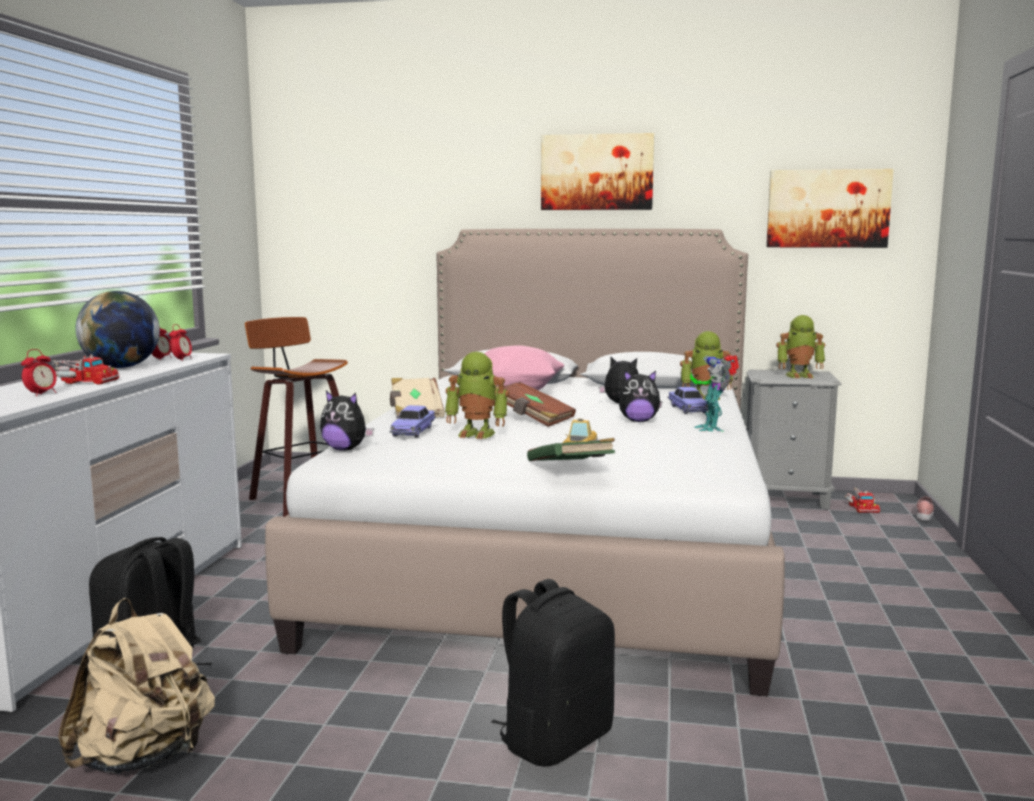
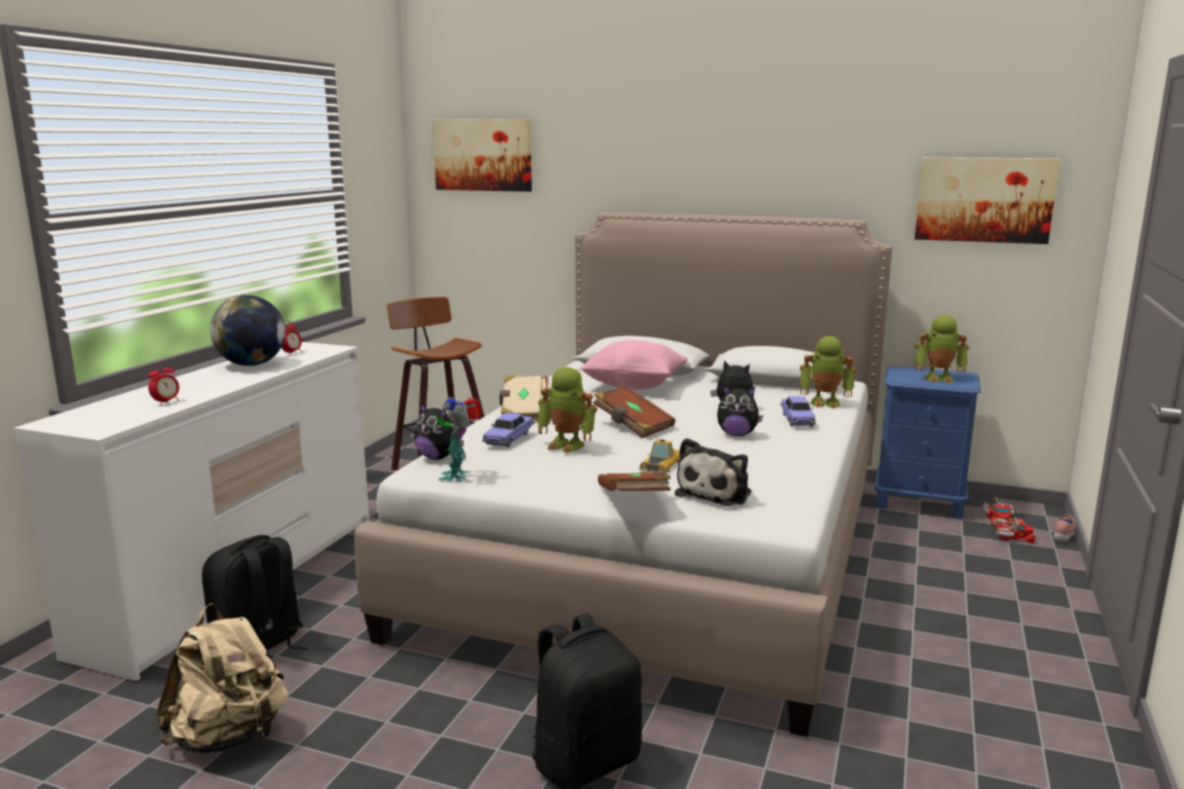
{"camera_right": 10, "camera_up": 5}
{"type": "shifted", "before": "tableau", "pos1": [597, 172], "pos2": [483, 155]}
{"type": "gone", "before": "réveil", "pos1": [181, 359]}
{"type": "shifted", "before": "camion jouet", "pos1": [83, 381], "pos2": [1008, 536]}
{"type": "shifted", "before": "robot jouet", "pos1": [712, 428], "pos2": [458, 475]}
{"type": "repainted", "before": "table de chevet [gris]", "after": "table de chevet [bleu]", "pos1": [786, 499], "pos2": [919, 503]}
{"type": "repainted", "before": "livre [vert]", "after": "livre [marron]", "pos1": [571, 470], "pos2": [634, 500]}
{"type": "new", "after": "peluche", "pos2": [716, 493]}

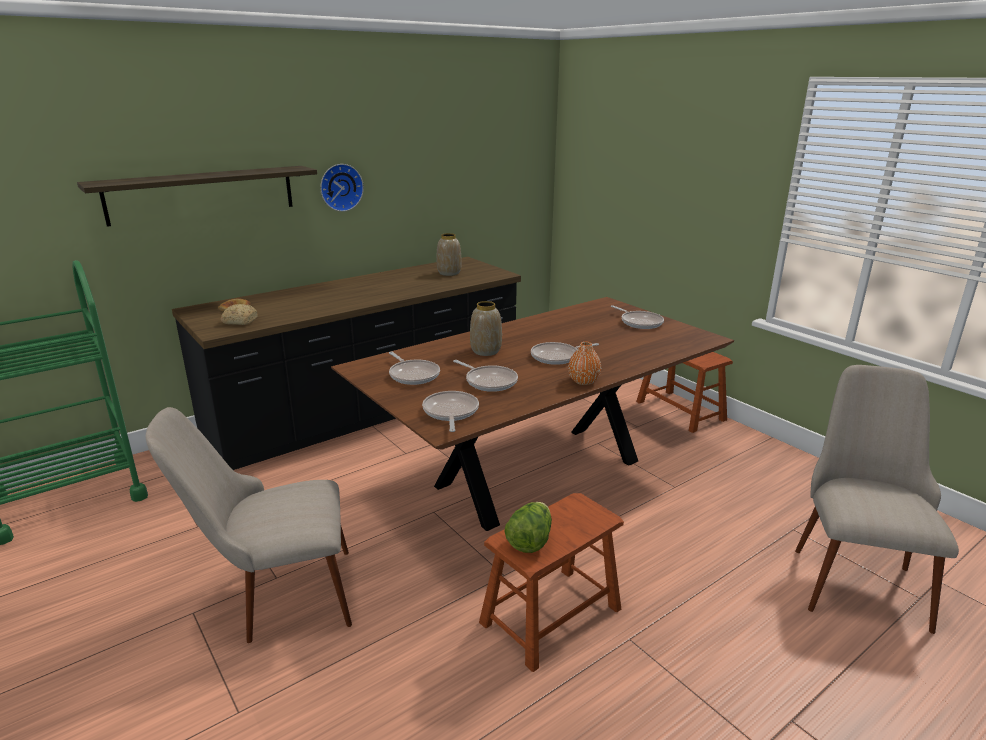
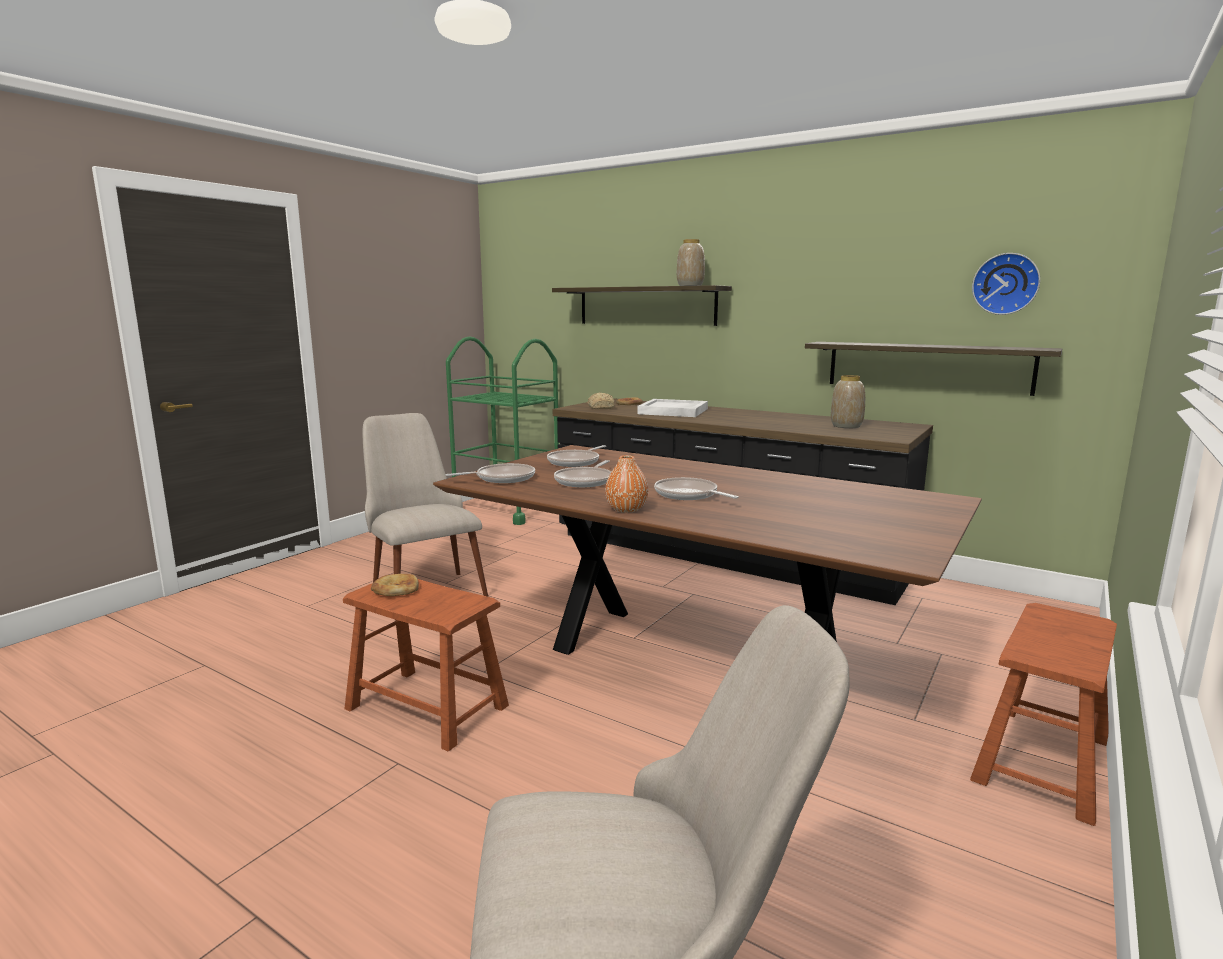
{"camera_right": 70, "camera_up": -10}
{"type": "shifted", "before": "horloge murale", "pos1": [340, 187], "pos2": [1005, 284]}
{"type": "shifted", "before": "vase", "pos1": [486, 351], "pos2": [690, 285]}
{"type": "gone", "before": "poêle", "pos1": [639, 322]}
{"type": "swapped", "before": "laitue", "after": "pain", "pos1": [530, 541], "pos2": [395, 589]}
{"type": "new", "after": "étagère", "pos2": [927, 367]}
{"type": "new", "after": "plateau [blanc]", "pos2": [673, 411]}

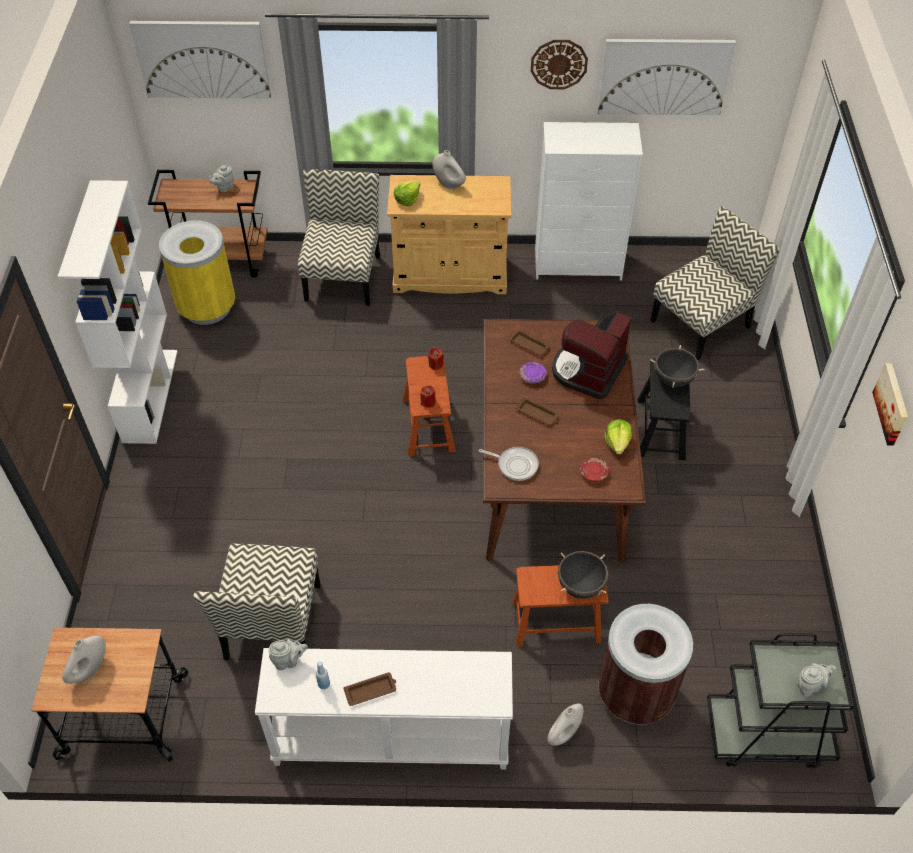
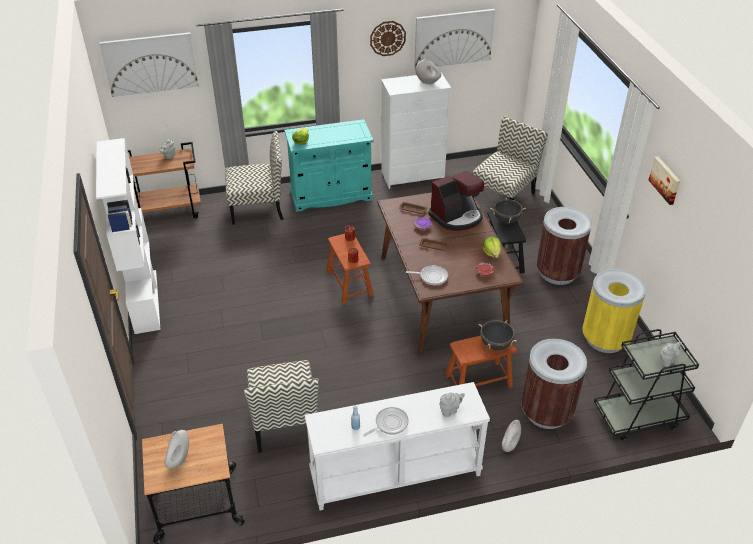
{"camera_right": -15, "camera_up": -10}
{"type": "shifted", "before": "vase [blanc]", "pos1": [449, 184], "pos2": [427, 82]}
{"type": "rotated", "before": "chaise", "pos1": [343, 276], "pos2": [258, 208], "turn": 90}
{"type": "repainted", "before": "meuble de rangement [beige]", "after": "meuble de rangement [turquoise]", "pos1": [450, 275], "pos2": [331, 195]}
{"type": "shifted", "before": "poubelle [jaune]", "pos1": [206, 307], "pos2": [605, 339]}
{"type": "rotated", "before": "machine à café", "pos1": [588, 370], "pos2": [457, 217], "turn": -135}
{"type": "shifted", "before": "théière [gris]", "pos1": [288, 661], "pos2": [450, 410]}
{"type": "swapped", "before": "plateau [marron]", "after": "poêle", "pos1": [371, 690], "pos2": [389, 423]}
{"type": "new", "after": "poubelle [marron]", "pos2": [557, 273]}

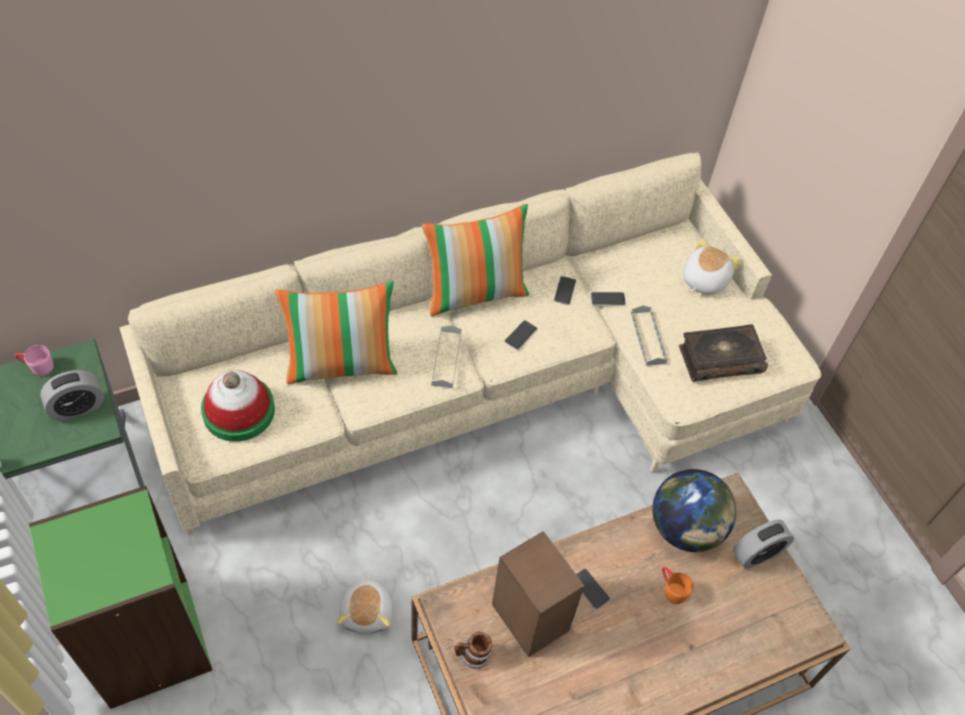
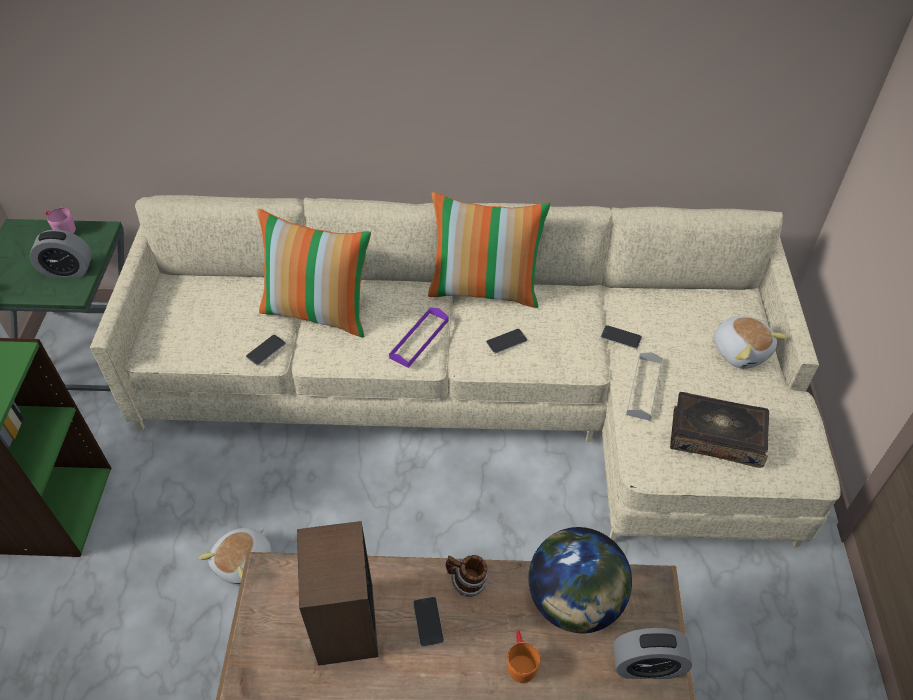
{"camera_right": 30, "camera_up": -5}
{"type": "rotated", "before": "peluche", "pos1": [703, 280], "pos2": [740, 351], "turn": 90}
{"type": "shifted", "before": "téléphone", "pos1": [565, 290], "pos2": [266, 350]}
{"type": "repainted", "before": "plateau [gris]", "after": "plateau [violet]", "pos1": [446, 359], "pos2": [419, 339]}
{"type": "gone", "before": "chapeau", "pos1": [239, 411]}
{"type": "shifted", "before": "mug", "pos1": [472, 656], "pos2": [466, 583]}

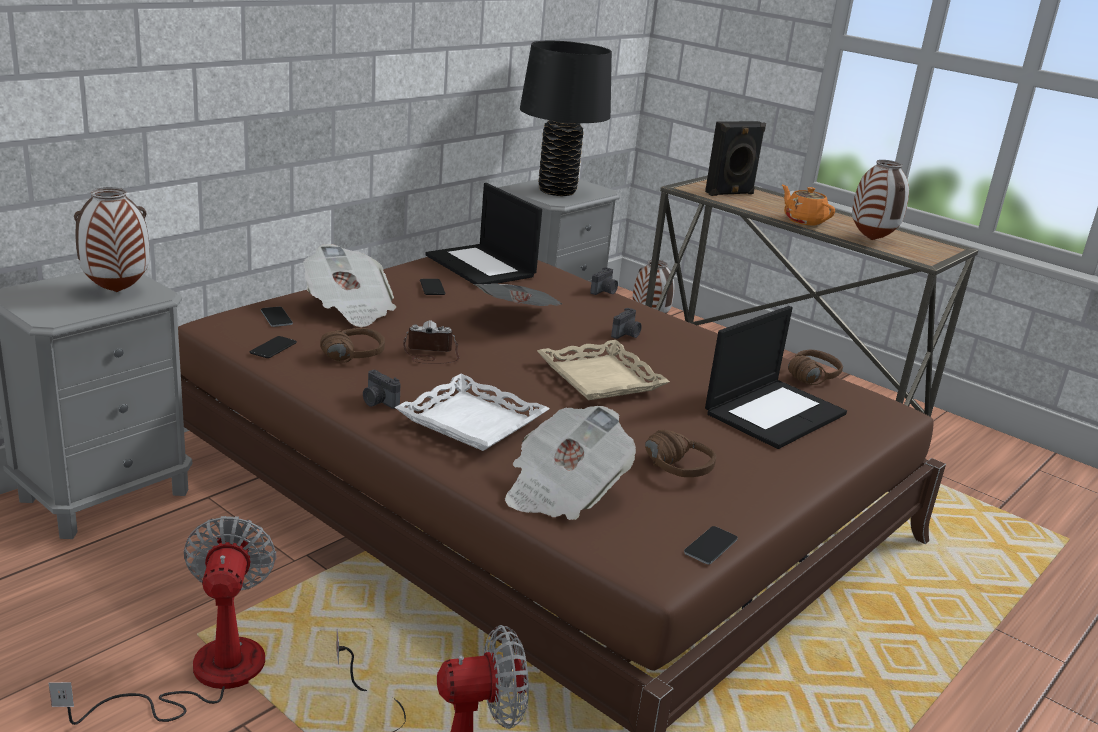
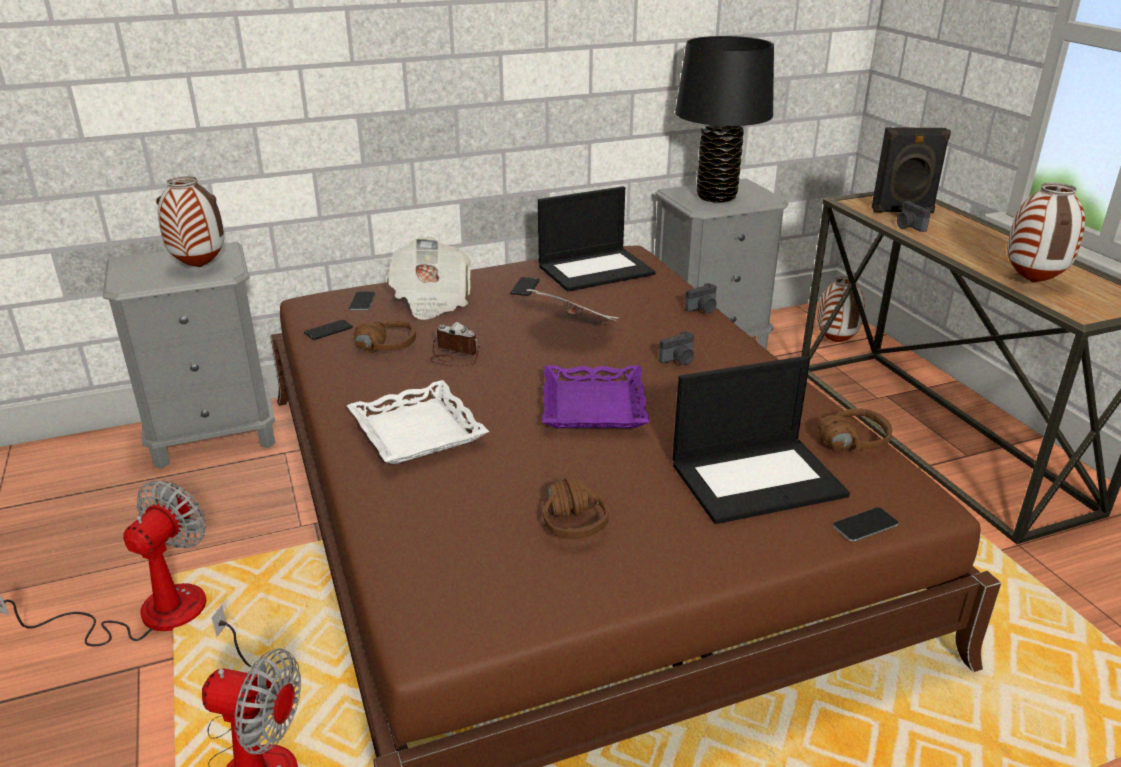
{"camera_right": 30, "camera_up": 5}
{"type": "rotated", "before": "ordinateur portable", "pos1": [482, 266], "pos2": [596, 269], "turn": -105}
{"type": "gone", "before": "théière [orange]", "pos1": [803, 221]}
{"type": "repainted", "before": "plateau [beige]", "after": "plateau [violet]", "pos1": [601, 378], "pos2": [594, 405]}
{"type": "shifted", "before": "appareil photo", "pos1": [378, 402], "pos2": [909, 227]}
{"type": "gone", "before": "journal", "pos1": [563, 491]}
{"type": "shifted", "before": "téléphone", "pos1": [710, 546], "pos2": [865, 525]}

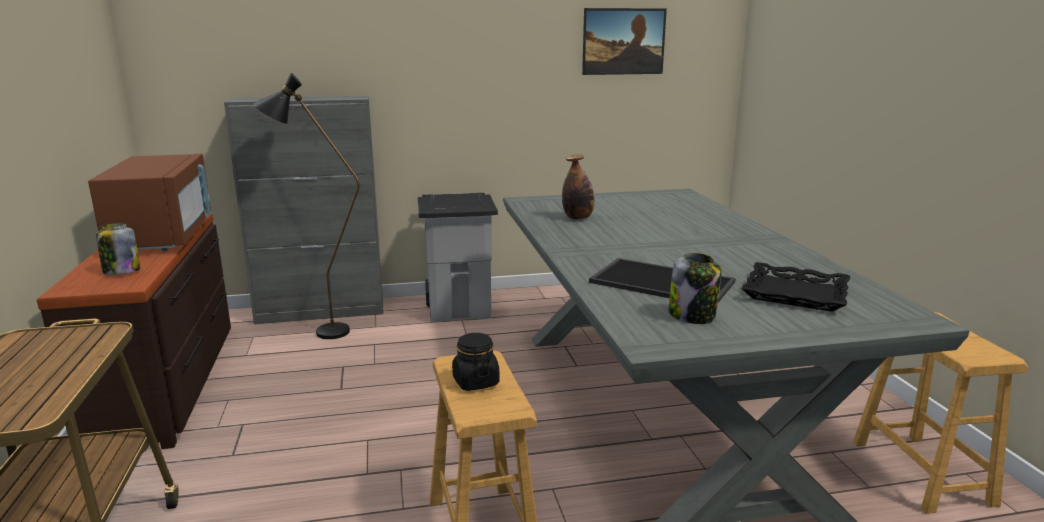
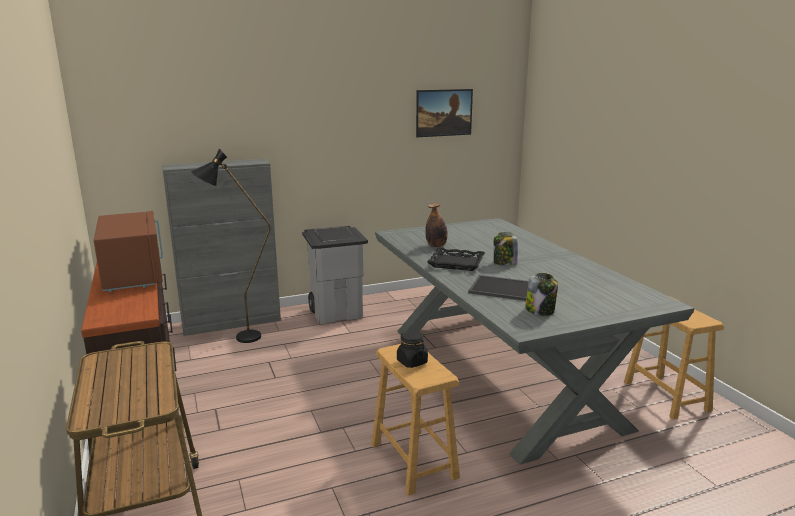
{"camera_right": -10, "camera_up": 0}
{"type": "shifted", "before": "bocal", "pos1": [121, 271], "pos2": [504, 263]}
{"type": "shifted", "before": "plateau [noir]", "pos1": [795, 293], "pos2": [456, 263]}

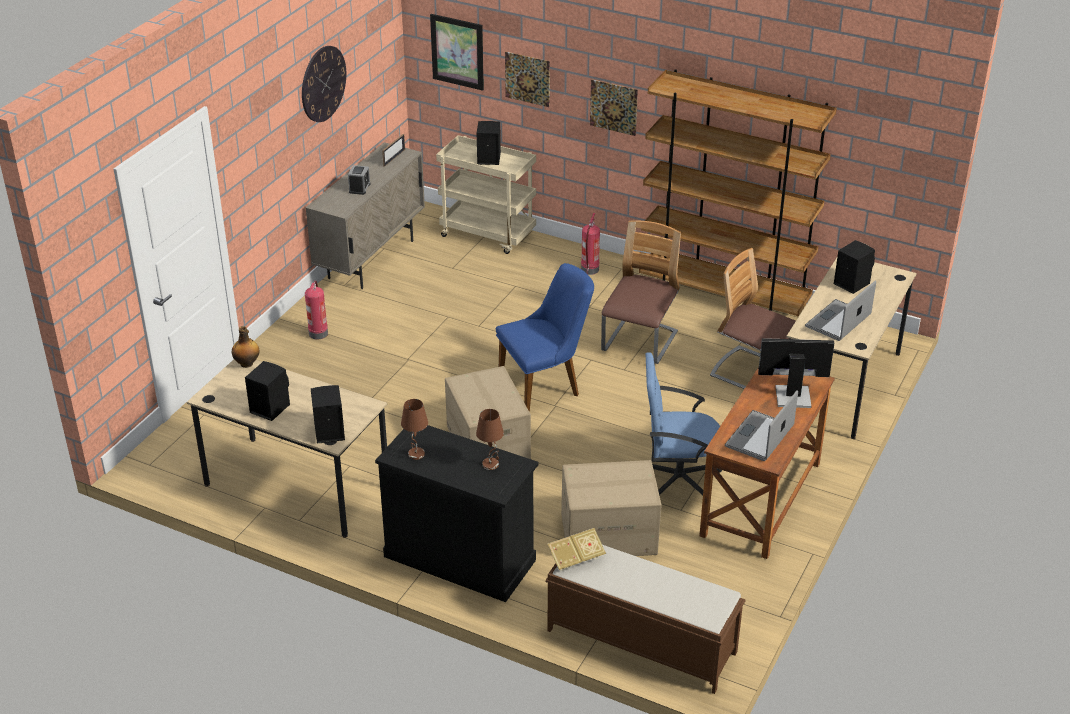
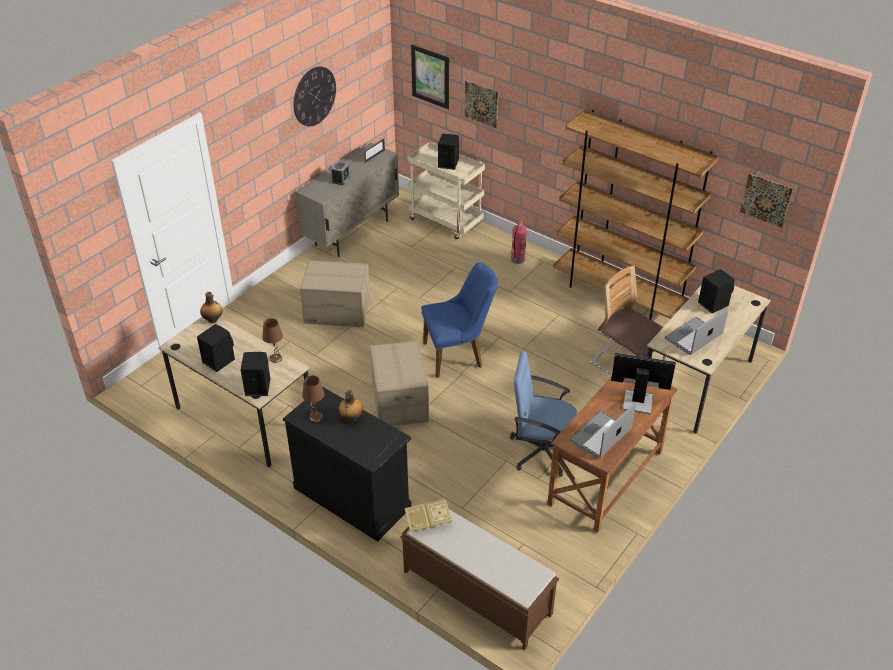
{"camera_right": 10, "camera_up": 5}
{"type": "shifted", "before": "tableau", "pos1": [613, 107], "pos2": [766, 200]}
{"type": "gone", "before": "chaise", "pos1": [639, 343]}
{"type": "gone", "before": "extincteur", "pos1": [318, 333]}
{"type": "shifted", "before": "lampe de table [marron]", "pos1": [491, 464], "pos2": [276, 358]}
{"type": "shifted", "before": "carton", "pos1": [609, 533], "pos2": [337, 310]}
{"type": "new", "after": "bouteille", "pos2": [351, 418]}

